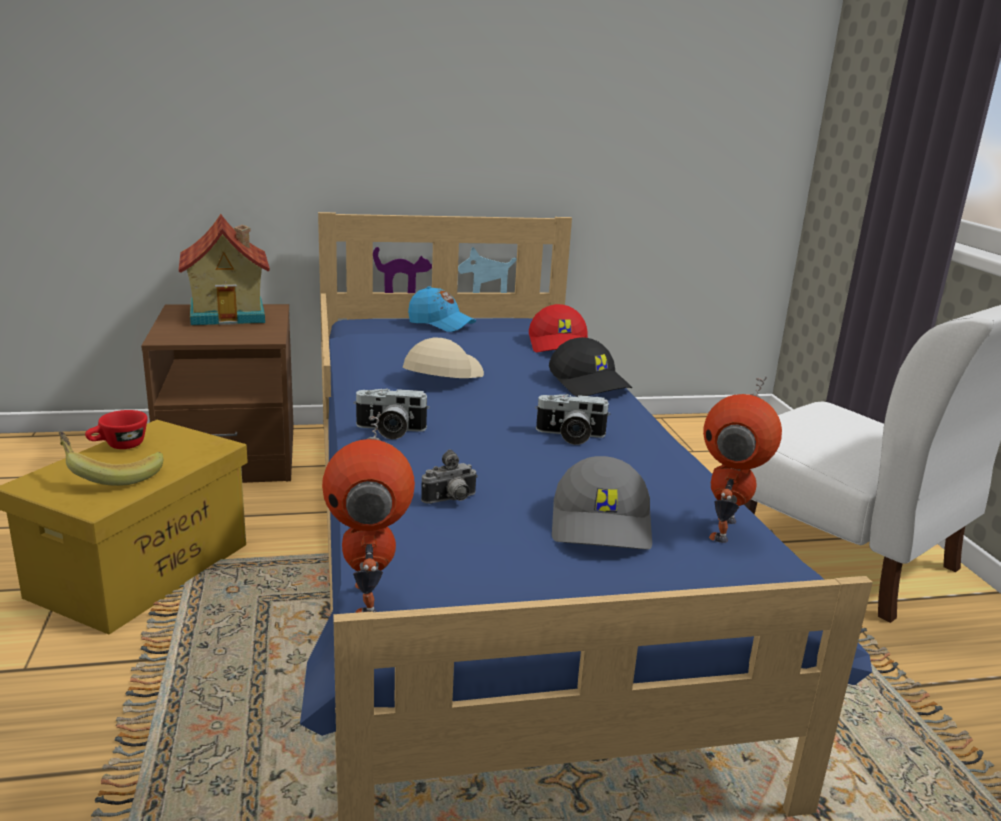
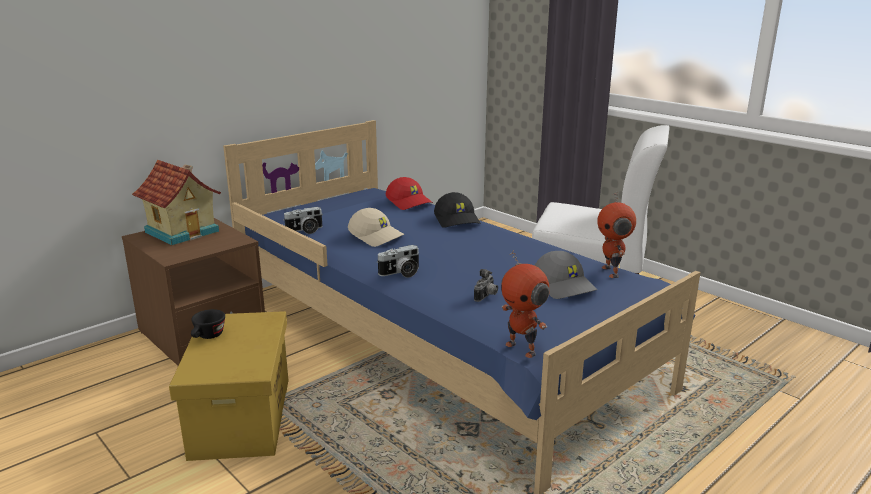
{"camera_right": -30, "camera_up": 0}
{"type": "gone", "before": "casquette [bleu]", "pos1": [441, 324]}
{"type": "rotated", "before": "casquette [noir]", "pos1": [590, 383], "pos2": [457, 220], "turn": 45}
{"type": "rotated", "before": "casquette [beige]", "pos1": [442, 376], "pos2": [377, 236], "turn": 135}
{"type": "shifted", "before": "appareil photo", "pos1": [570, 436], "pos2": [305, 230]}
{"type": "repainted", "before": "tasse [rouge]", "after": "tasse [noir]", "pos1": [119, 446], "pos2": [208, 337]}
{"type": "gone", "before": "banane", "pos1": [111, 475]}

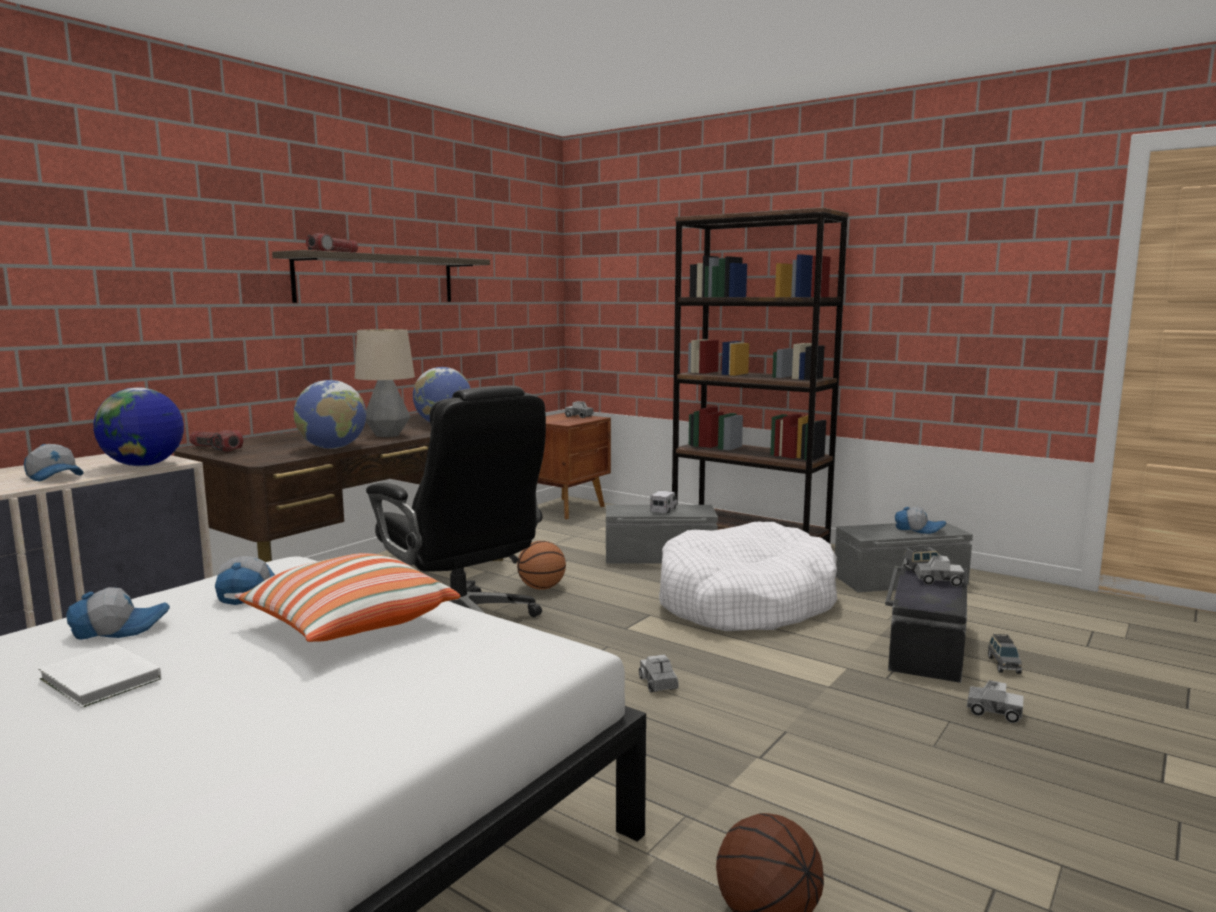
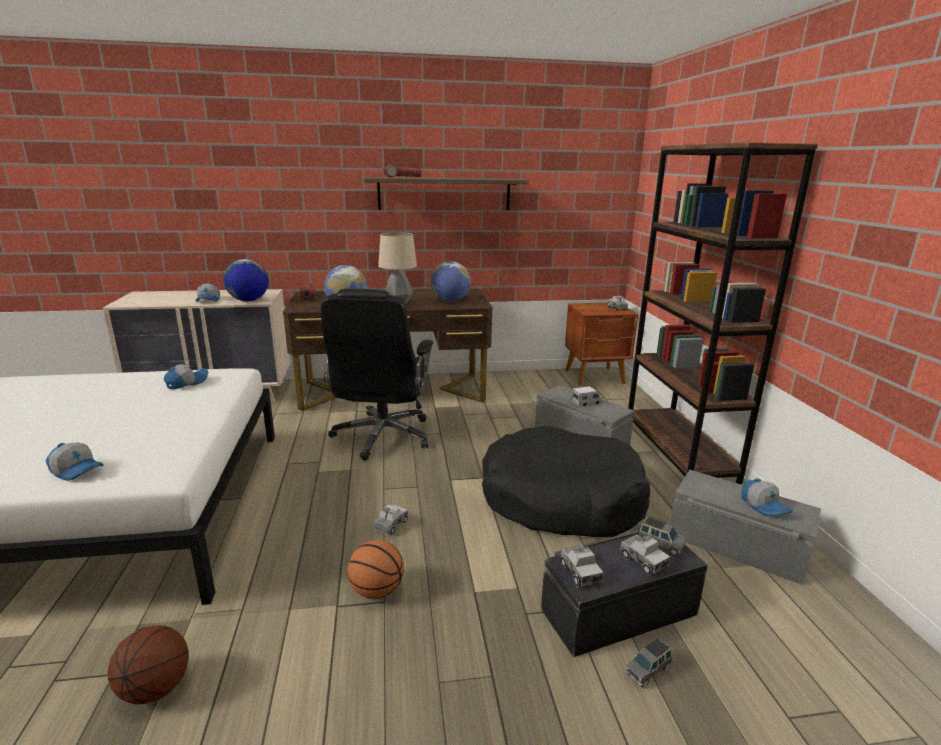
{"camera_right": 45, "camera_up": 10}
{"type": "repainted", "before": "panier pour chien [blanc]", "after": "panier pour chien [noir]", "pos1": [745, 602], "pos2": [561, 499]}
{"type": "shifted", "before": "ballon de basket", "pos1": [541, 588], "pos2": [377, 591]}
{"type": "gone", "before": "coussin", "pos1": [349, 625]}
{"type": "shifted", "before": "casquette", "pos1": [120, 629], "pos2": [77, 470]}
{"type": "gone", "before": "livre [blanc]", "pos1": [100, 681]}
{"type": "shifted", "before": "camion jouet", "pos1": [993, 712], "pos2": [580, 572]}

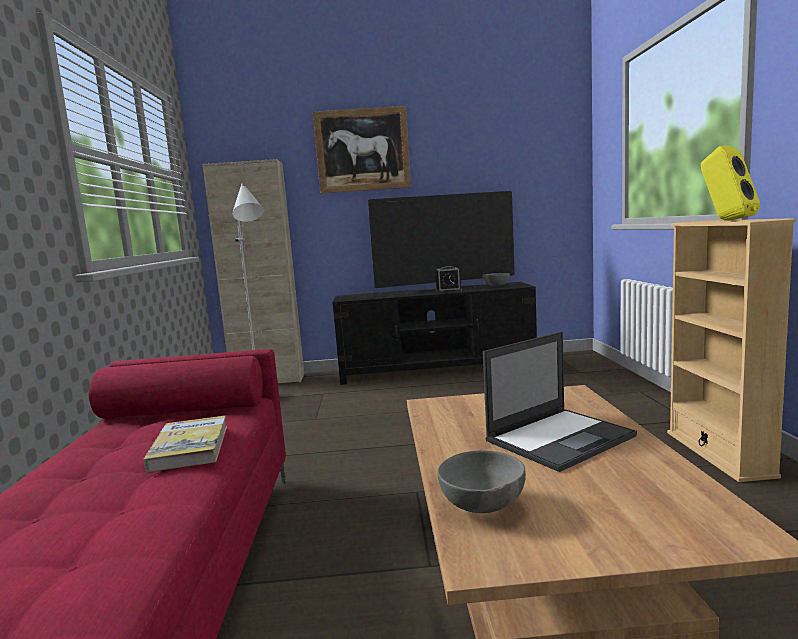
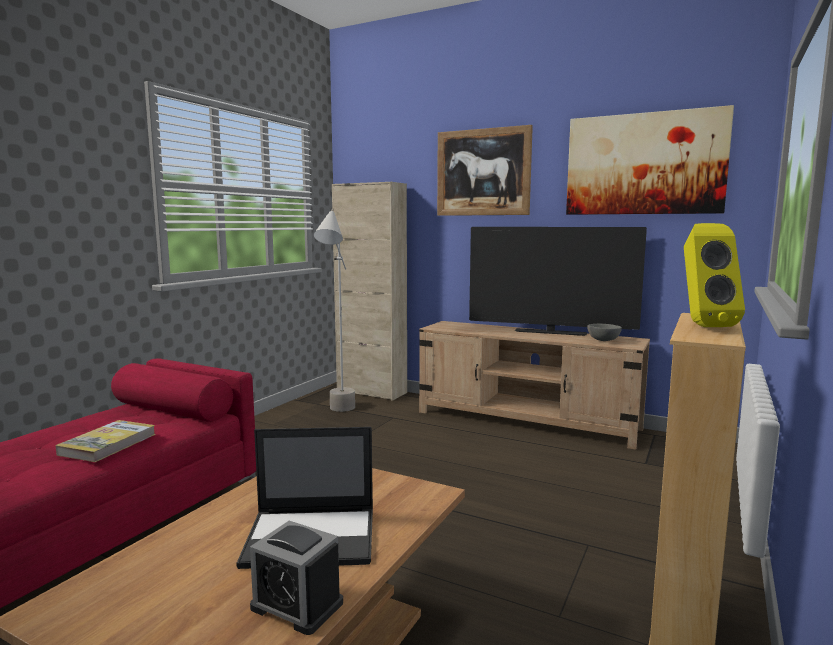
{"camera_right": 30, "camera_up": 0}
{"type": "shifted", "before": "réveil", "pos1": [448, 291], "pos2": [297, 605]}
{"type": "repainted", "before": "meuble télé [noir]", "after": "meuble télé [beige]", "pos1": [437, 370], "pos2": [527, 421]}
{"type": "gone", "before": "bol [gris]", "pos1": [483, 507]}
{"type": "new", "after": "tableau", "pos2": [644, 164]}

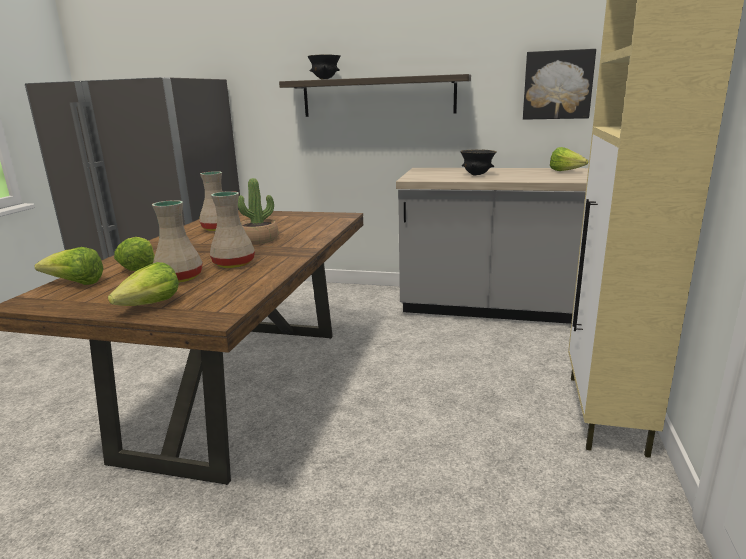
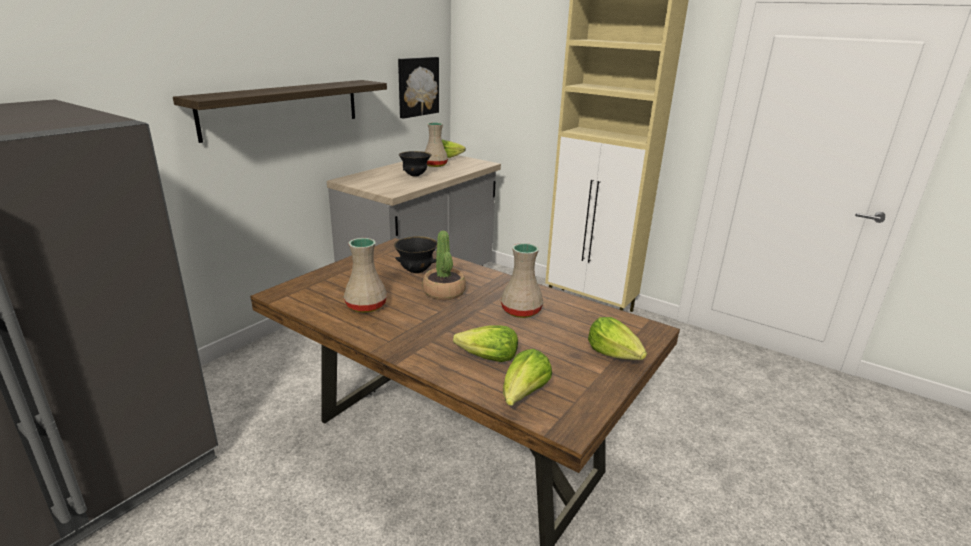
{"camera_right": -70, "camera_up": 5}
{"type": "shifted", "before": "bol [noir]", "pos1": [325, 79], "pos2": [417, 271]}
{"type": "shifted", "before": "vase [beige]", "pos1": [179, 278], "pos2": [436, 165]}

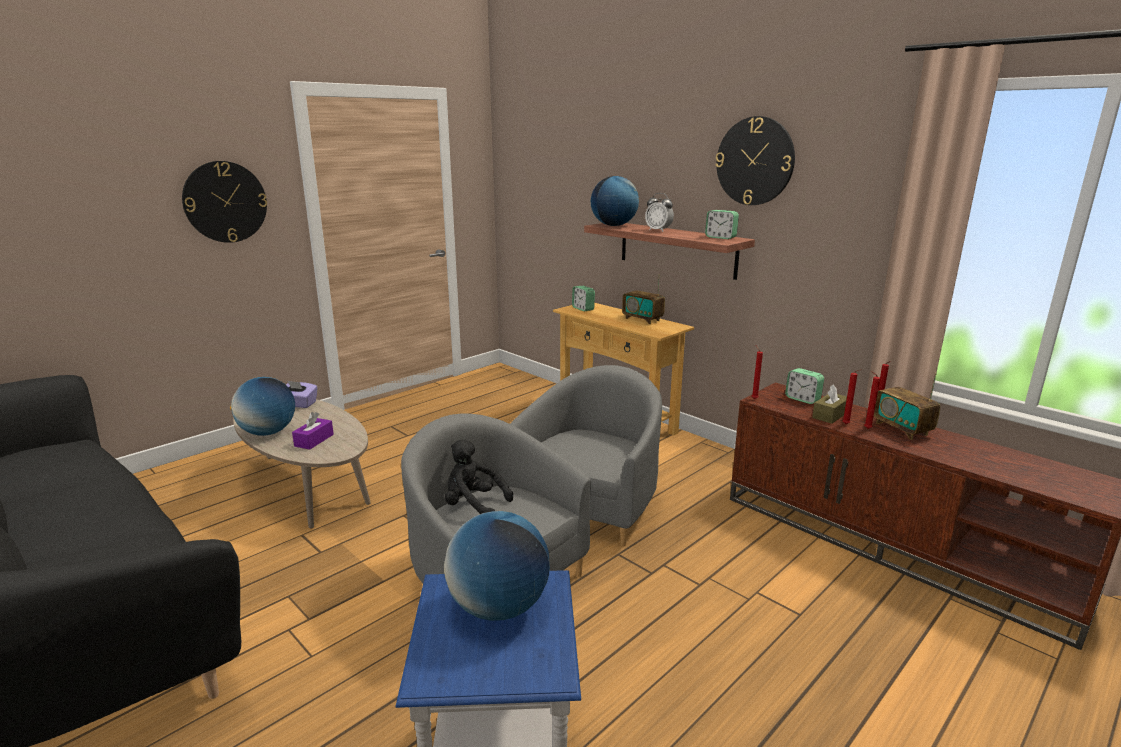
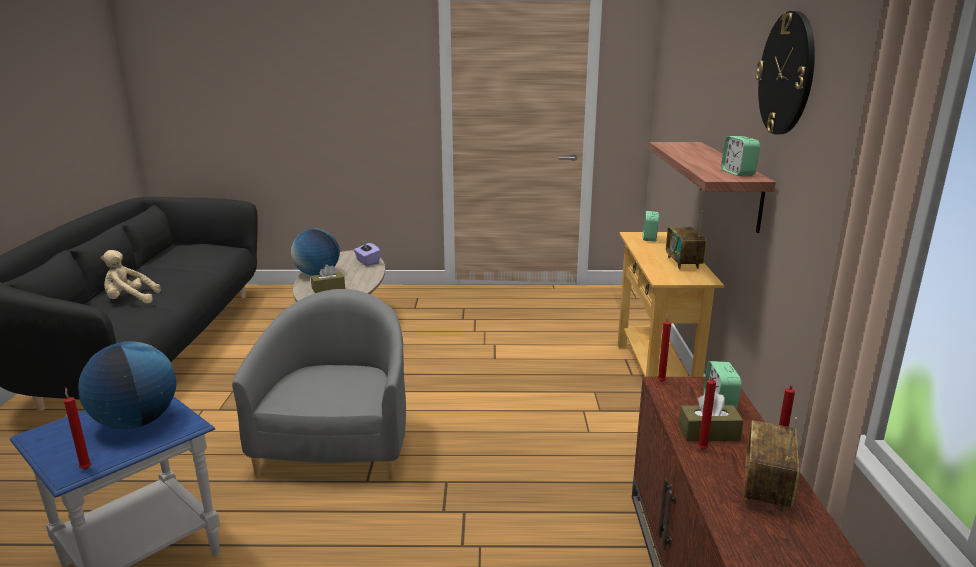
{"camera_right": 45, "camera_up": 0}
{"type": "gone", "before": "horloge murale", "pos1": [225, 202]}
{"type": "gone", "before": "globe", "pos1": [614, 225]}
{"type": "gone", "before": "réveil", "pos1": [658, 230]}
{"type": "gone", "before": "fauteuil [gris]", "pos1": [591, 504]}
{"type": "shifted", "before": "bougie [rouge]", "pos1": [866, 428], "pos2": [86, 468]}
{"type": "repainted", "before": "boîte à mouchoirs [violet]", "after": "boîte à mouchoirs [marron]", "pos1": [314, 440], "pos2": [328, 288]}
{"type": "gone", "before": "peluche [noir]", "pos1": [473, 505]}
{"type": "new", "after": "peluche [beige]", "pos2": [130, 300]}

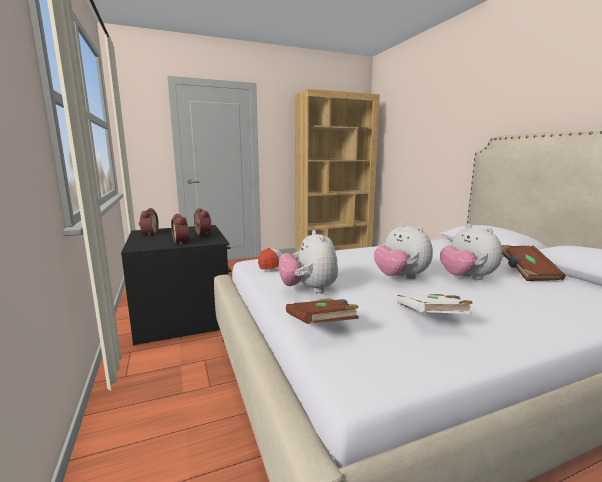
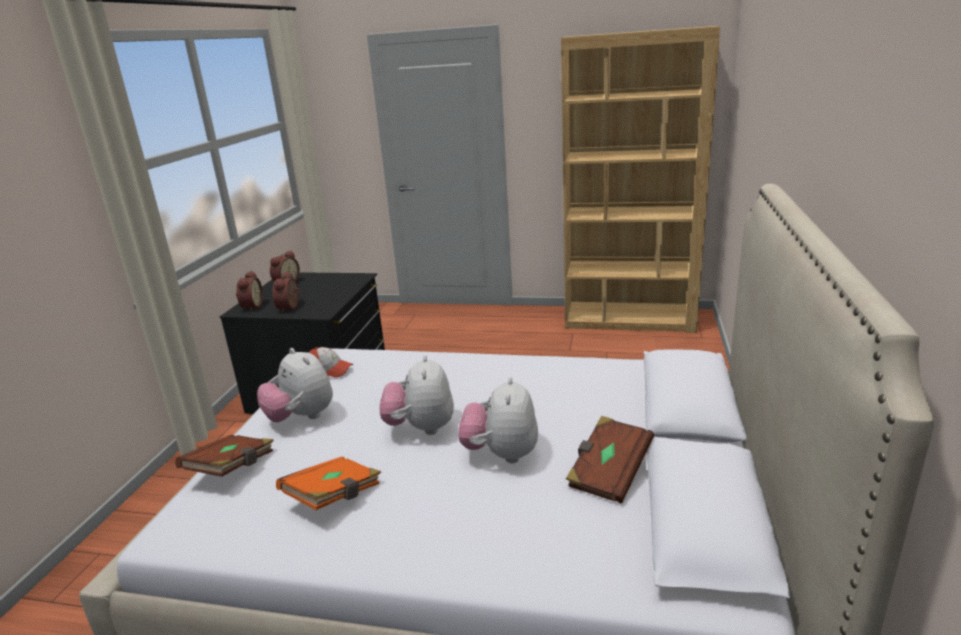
{"camera_right": 35, "camera_up": 10}
{"type": "shifted", "before": "réveil", "pos1": [201, 234], "pos2": [251, 307]}
{"type": "rotated", "before": "peluche", "pos1": [309, 289], "pos2": [301, 417], "turn": -60}
{"type": "repainted", "before": "livre [blanc]", "after": "livre [orange]", "pos1": [431, 317], "pos2": [334, 497]}

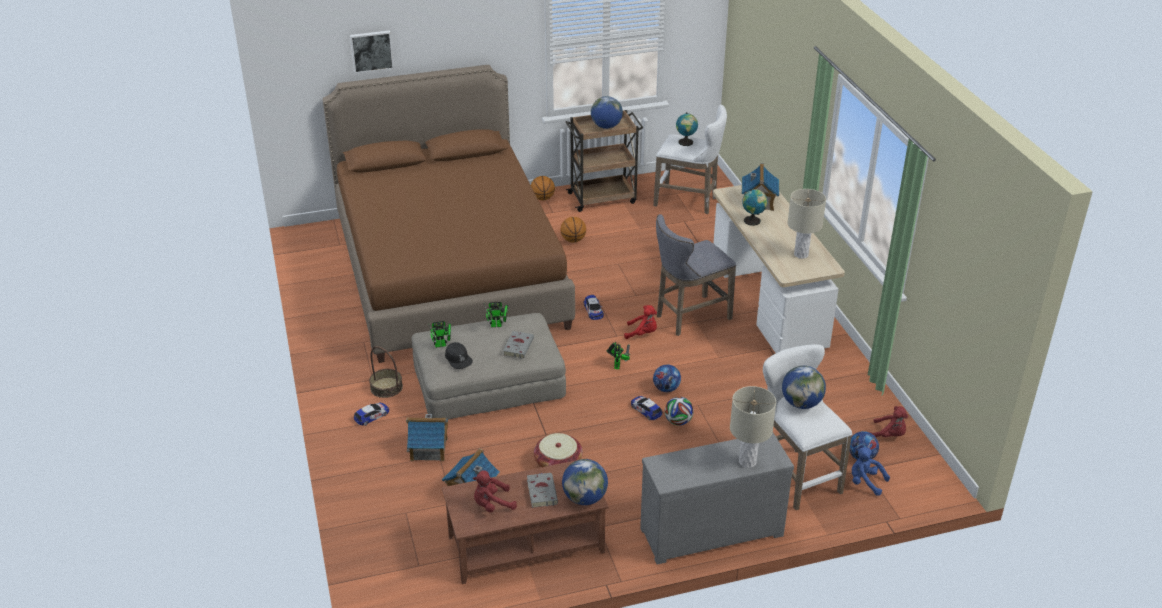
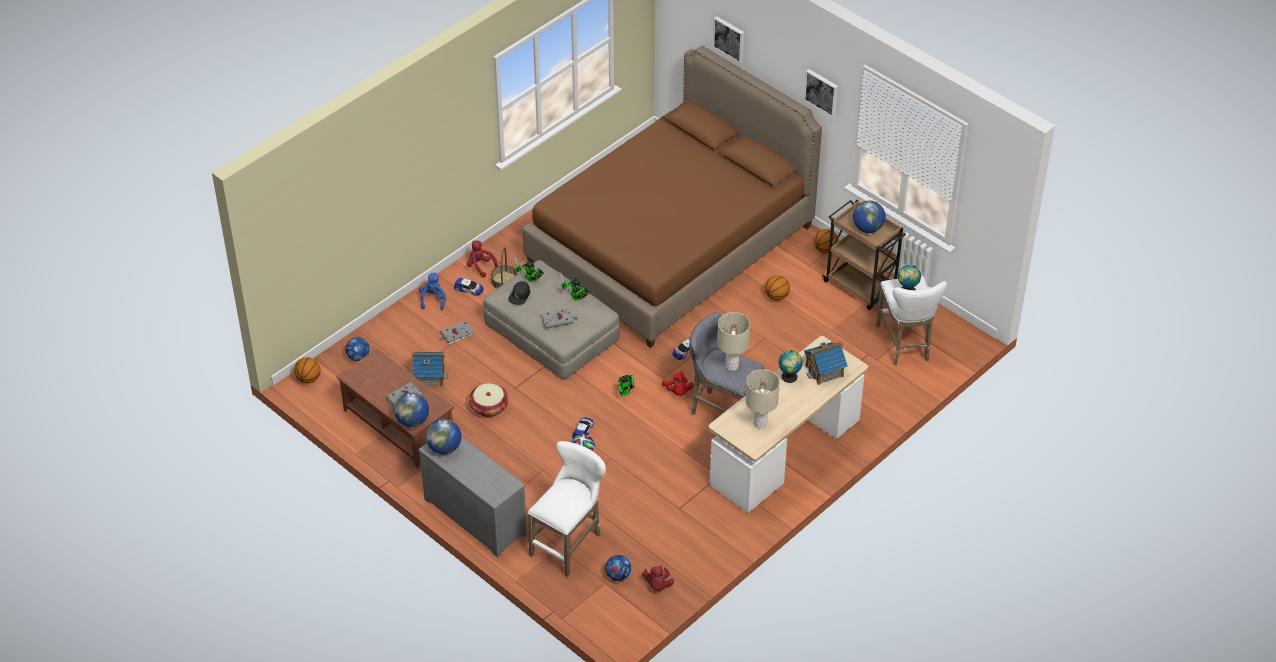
{"camera_right": 60, "camera_up": 10}
{"type": "shifted", "before": "ballon de foot", "pos1": [666, 389], "pos2": [358, 357]}
{"type": "shifted", "before": "globe", "pos1": [801, 403], "pos2": [444, 448]}
{"type": "shifted", "before": "lampe de table [beige]", "pos1": [747, 462], "pos2": [731, 365]}
{"type": "swapped", "before": "maison miniature", "after": "livre [gris]", "pos1": [429, 449], "pos2": [456, 334]}
{"type": "shifted", "before": "peluche [bleu]", "pos1": [865, 482], "pos2": [433, 300]}
{"type": "shifted", "before": "peluche [rouge]", "pos1": [492, 505], "pos2": [480, 266]}
{"type": "new", "after": "tableau", "pos2": [822, 92]}
{"type": "new", "after": "ballon de basket", "pos2": [308, 379]}

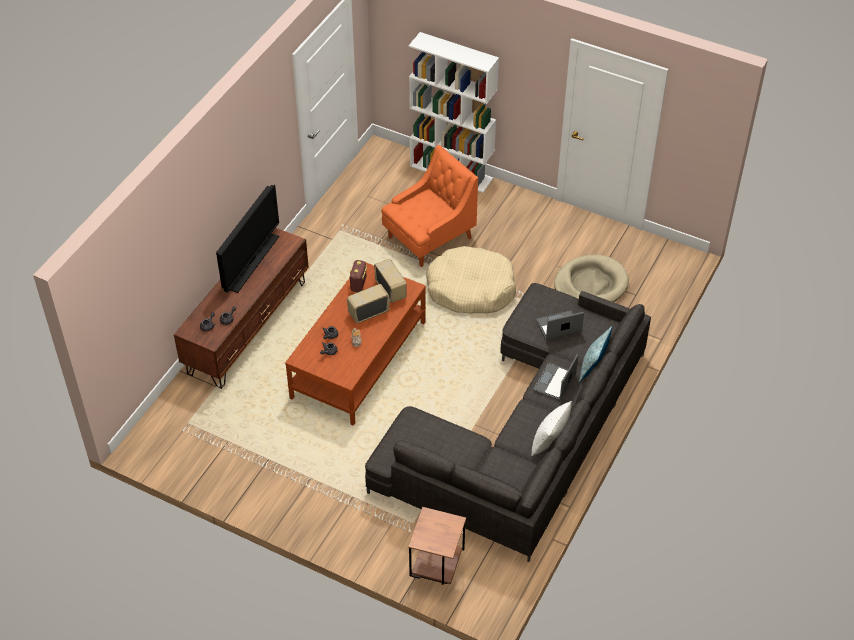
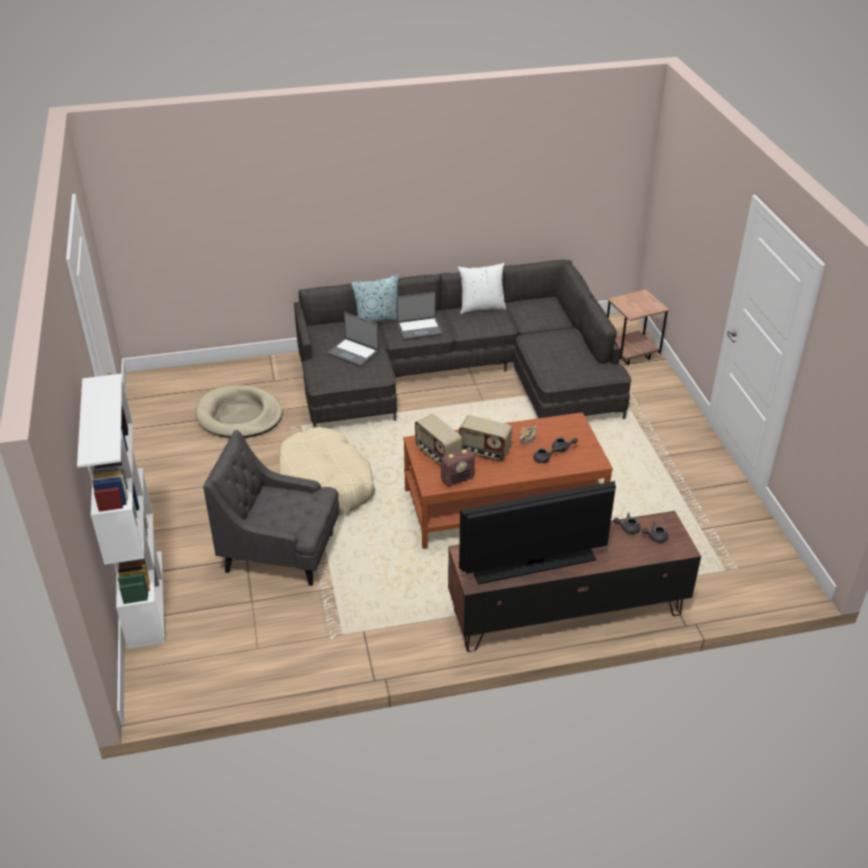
{"camera_right": -130, "camera_up": -10}
{"type": "repainted", "before": "fauteuil [orange]", "after": "fauteuil [gris]", "pos1": [429, 238], "pos2": [281, 552]}
{"type": "rotated", "before": "radio", "pos1": [391, 290], "pos2": [437, 454], "turn": -60}

